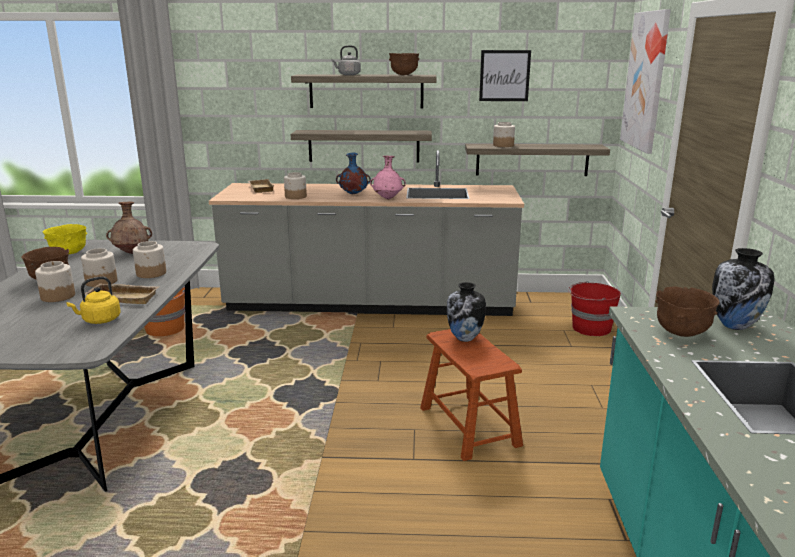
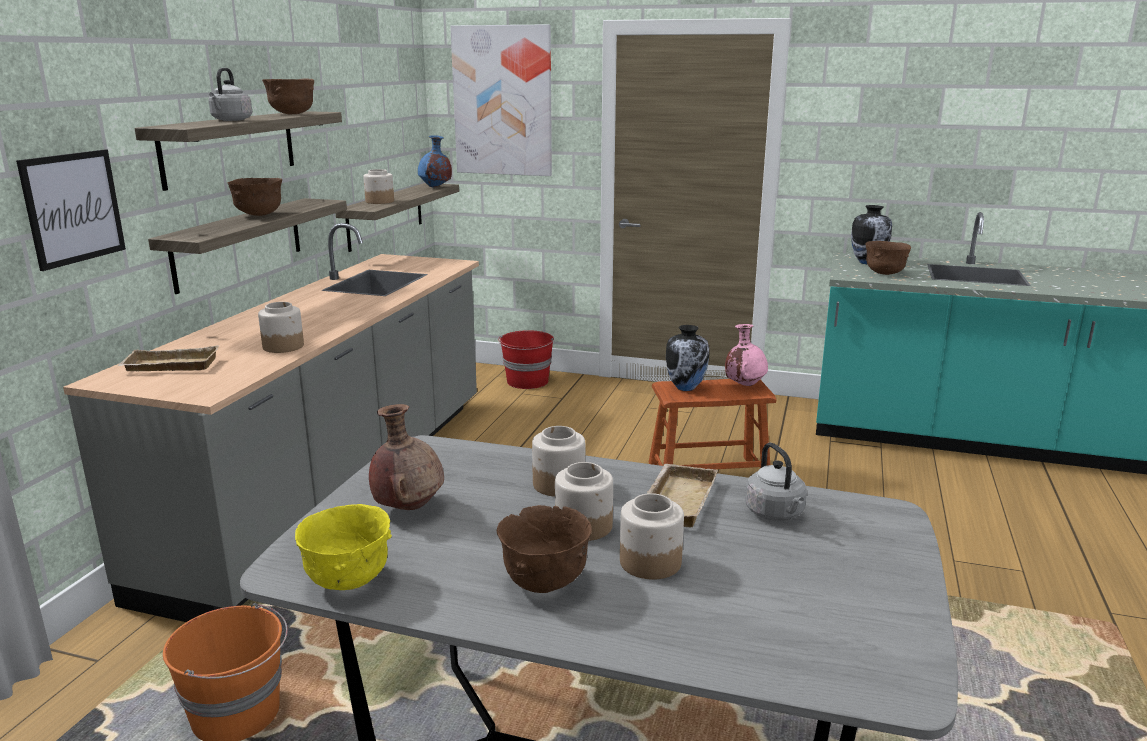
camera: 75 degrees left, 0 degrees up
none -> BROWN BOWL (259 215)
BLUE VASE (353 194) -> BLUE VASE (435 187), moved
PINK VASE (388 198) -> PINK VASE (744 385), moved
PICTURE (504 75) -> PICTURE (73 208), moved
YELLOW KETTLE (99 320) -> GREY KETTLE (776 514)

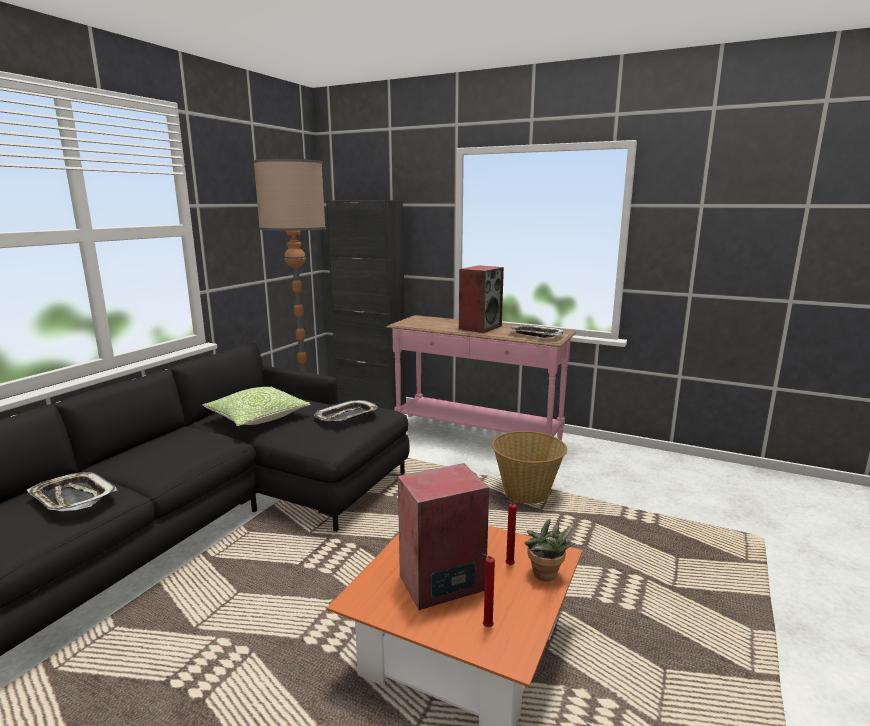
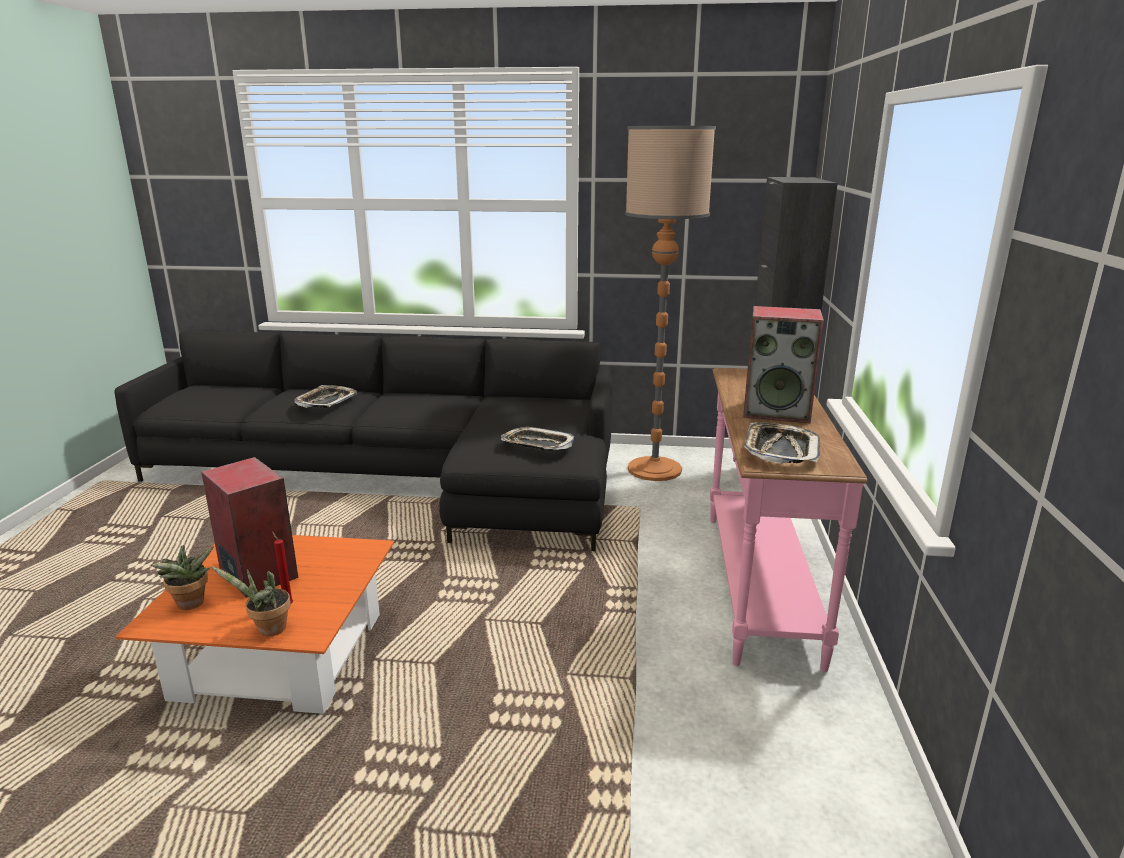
camera: 70 degrees right, 5 degrees up
PILLOW (257 417) -> none
BASKET (526 493) -> none
RED CANDLE (486 627) -> POTTED PLANT (190 605)

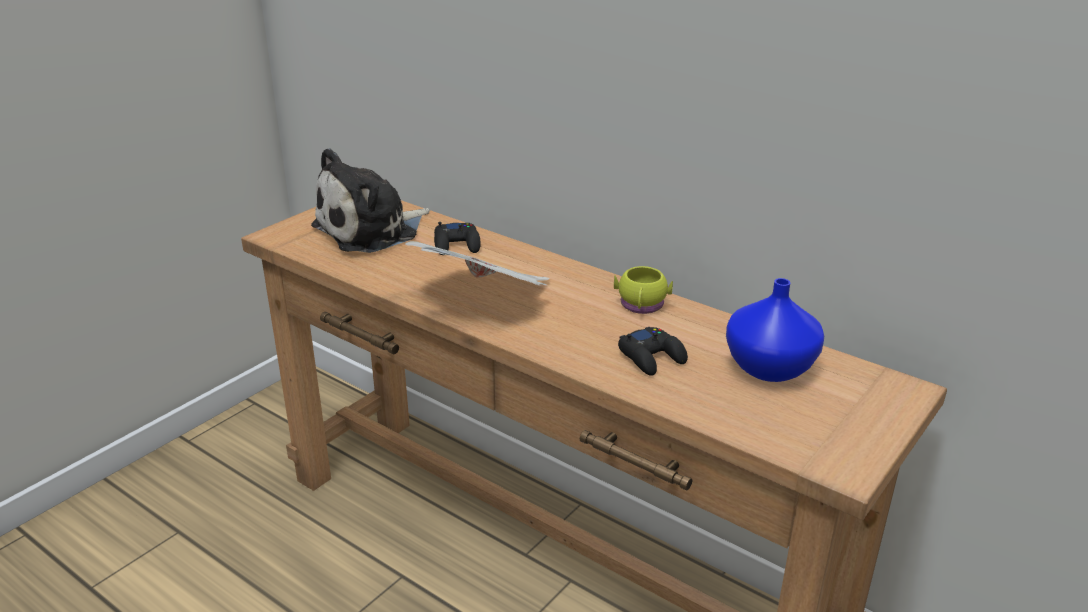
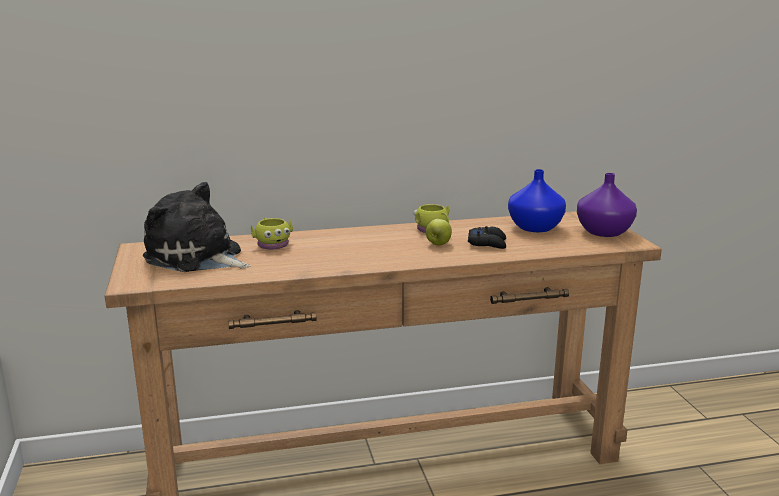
camera: 50 degrees left, 10 degrees down
NEWSPAPER (485 299) -> none
none -> APPLE (438 244)
none -> PURPLE VASE (605 232)
BLACK GAME CONTROLLER (457 245) -> YELLOW MUG (272 244)
PLUSH TOY (371 231) -> PLUSH TOY (197 257), 120 degrees clockwise

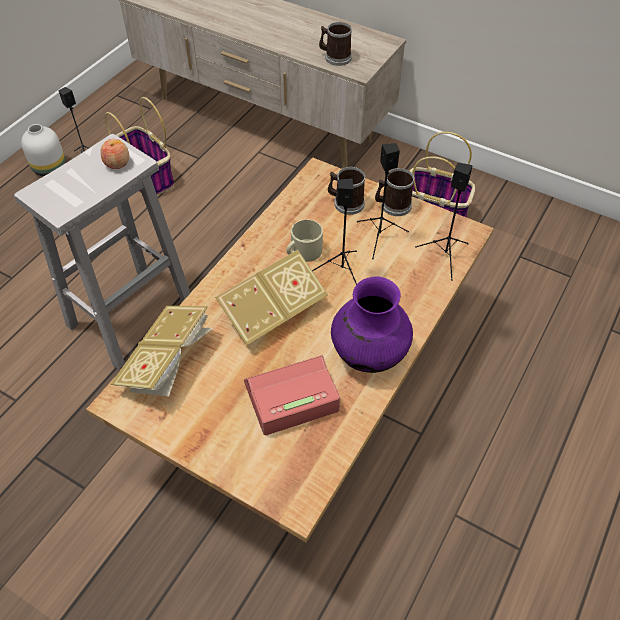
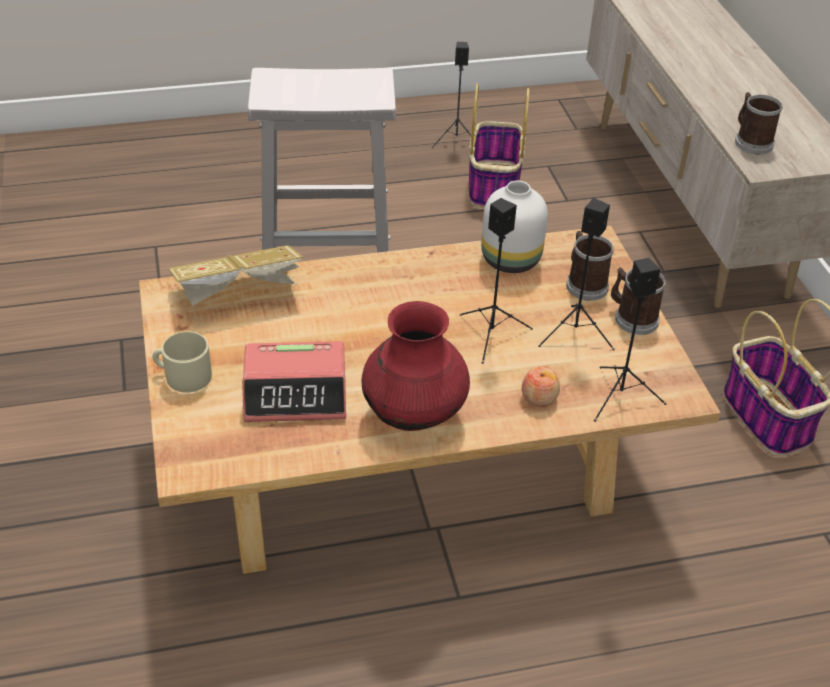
camera: 45 degrees right, 10 degrees down
BOOK (272 312) -> none
WHITE VASE (49 168) -> WHITE VASE (511 259), moved
APPLE (117 163) -> APPLE (539 398), moved
BEIGE MUG (303 252) -> BEIGE MUG (183 376), moved
PURPLE VASE (368 353) -> RED VASE (414 415)
ALARM CLOCK (290 397) -> ALARM CLOCK (296 393), 150 degrees clockwise

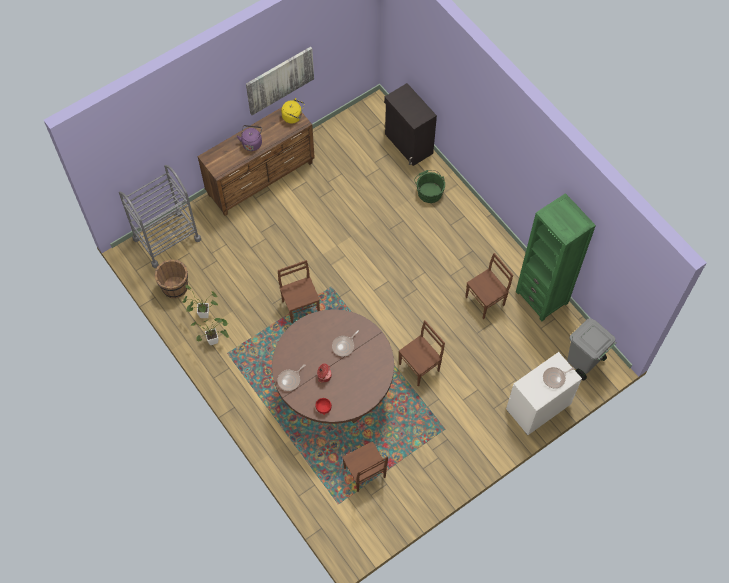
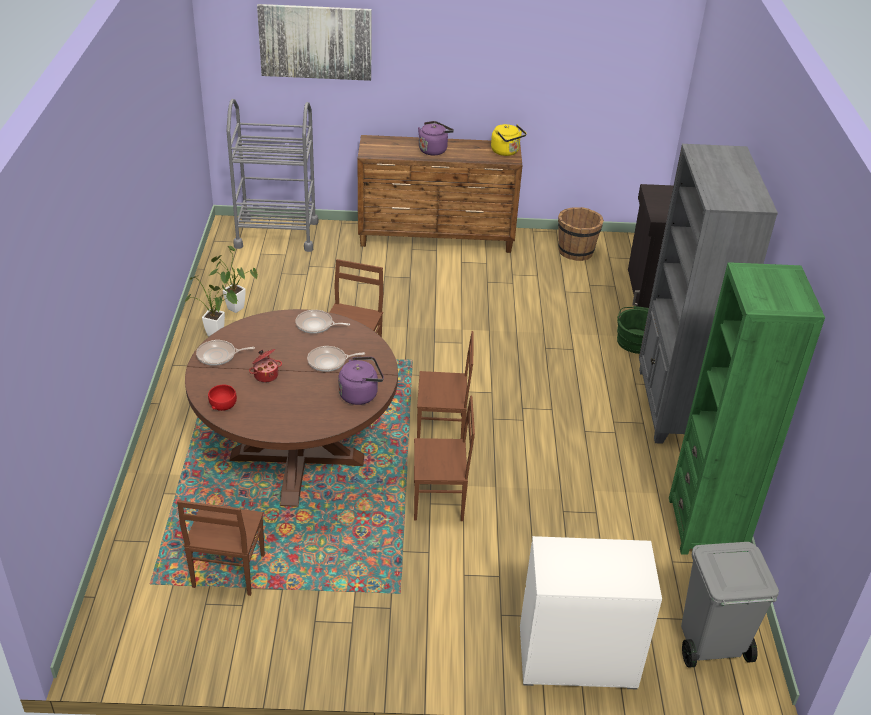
camera: 35 degrees right, 25 degrees down
none -> PURPLE KETTLE (360 394)
none -> GREY BOOKCASE (673 406)
BROWN BUCKET (175 287) -> BROWN BUCKET (576 251), moved
PICTURE (280 80) -> PICTURE (315 42), moved
BROWN CHAIR (485 301) -> BROWN CHAIR (441 431), moved
FRYING PAN (555 378) -> FRYING PAN (316 325), moved

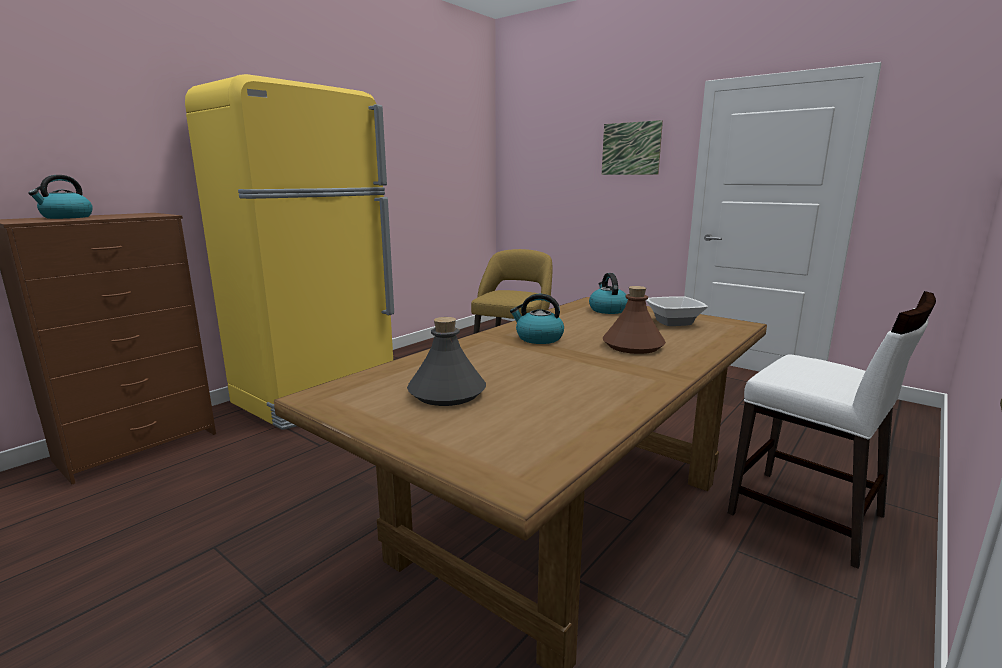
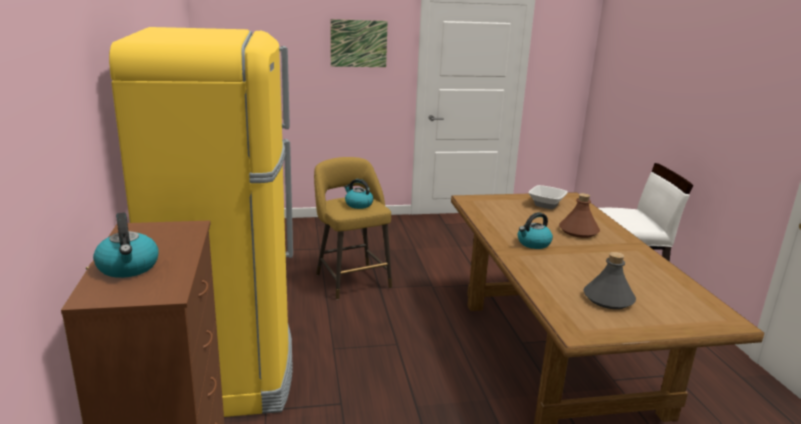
camera: 50 degrees left, 5 degrees up
KETTLE (607 310) -> KETTLE (358 204), moved

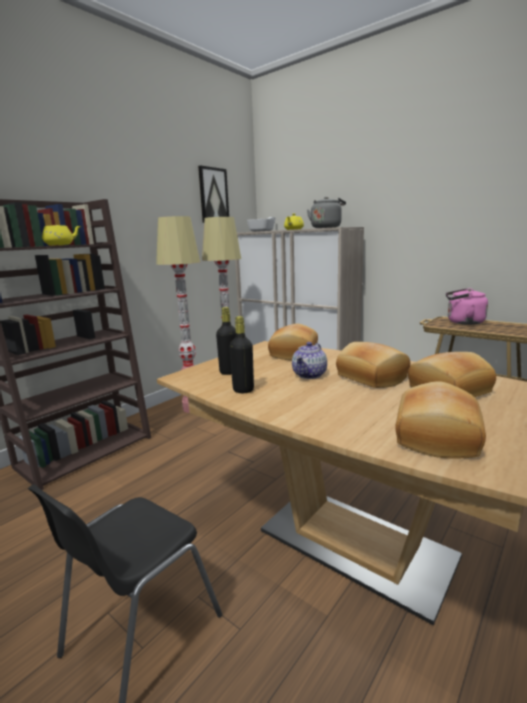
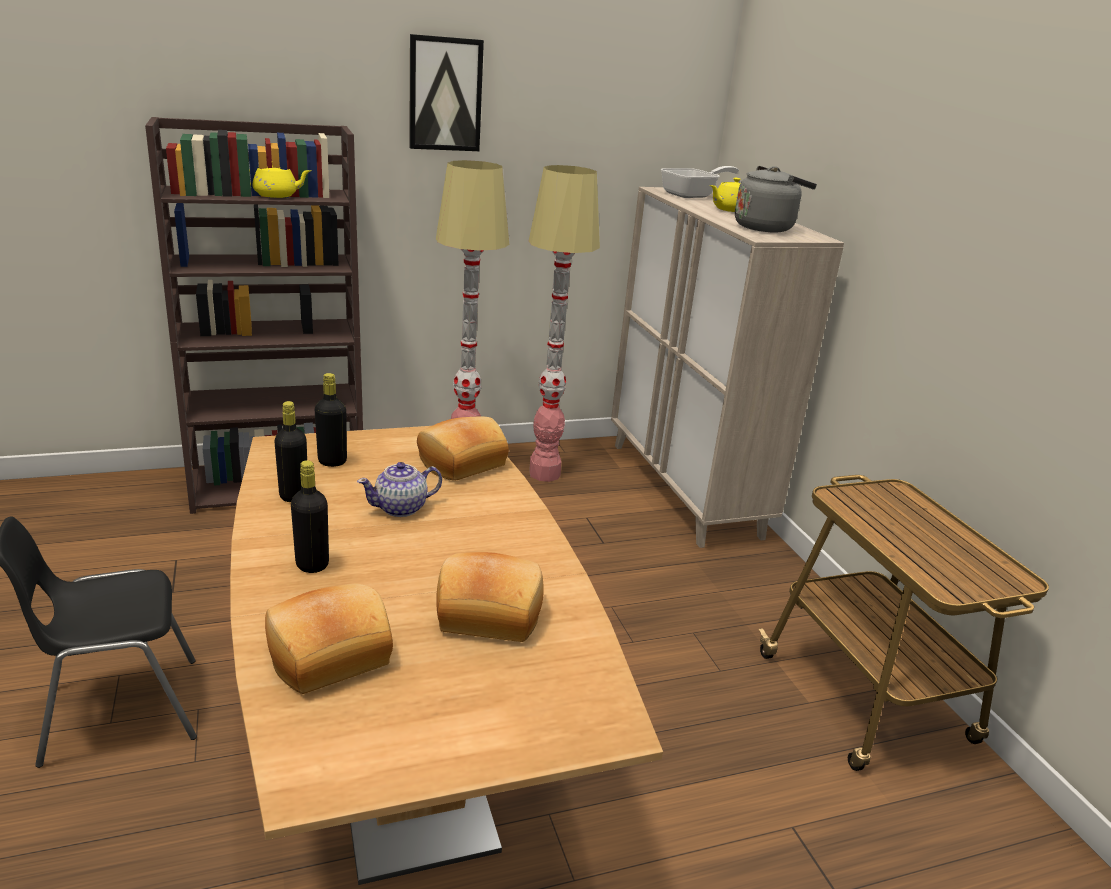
camera: 30 degrees right, 10 degrees up
BREAD (370 378) -> none
PINK KETTLE (463 322) -> none
none -> BLACK BOTTLE (312 564)
PICTURE (213 195) -> PICTURE (445 94), moved

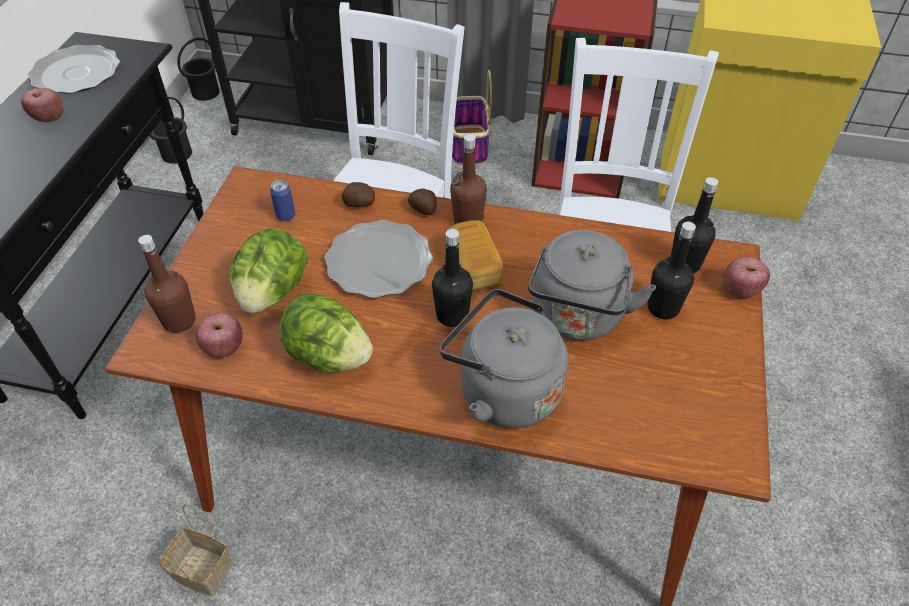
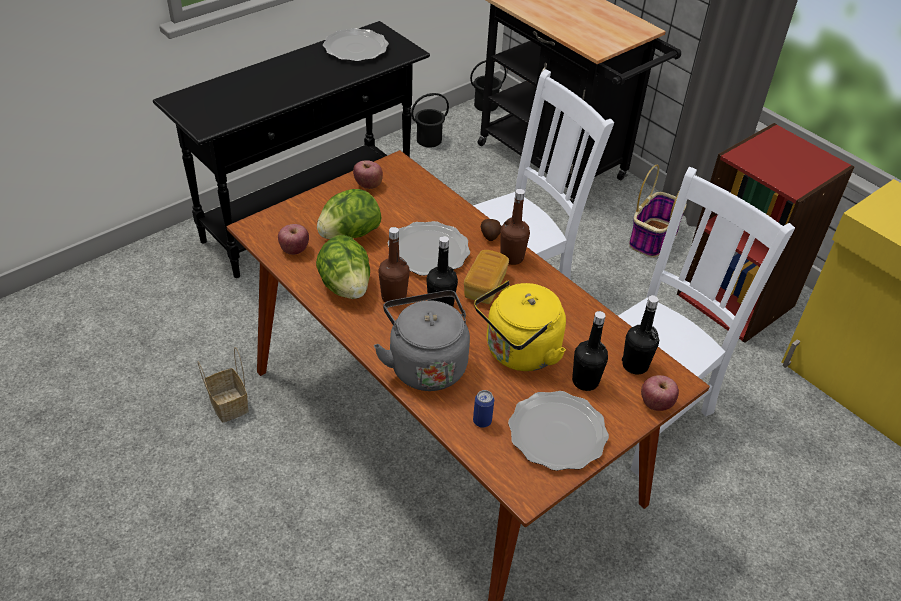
camera: 35 degrees right, 5 degrees down
POTATO (359 204) -> none
none -> PLATE (558 433)
APPLE (49 118) -> APPLE (368 185), moved
BROWN BOTTLE (179 321) -> BROWN BOTTLE (394 297), moved
CAN (286 216) -> CAN (482 421), moved
GREY KETTLE (577 318) -> YELLOW KETTLE (518 353)

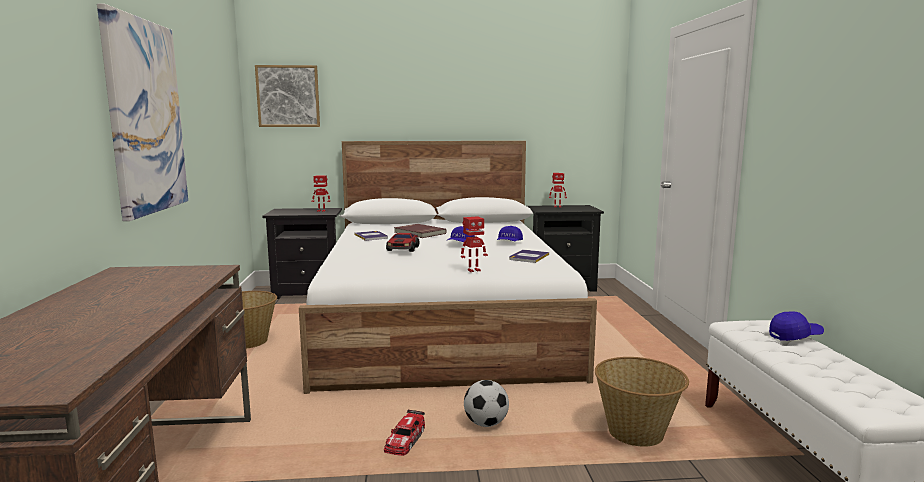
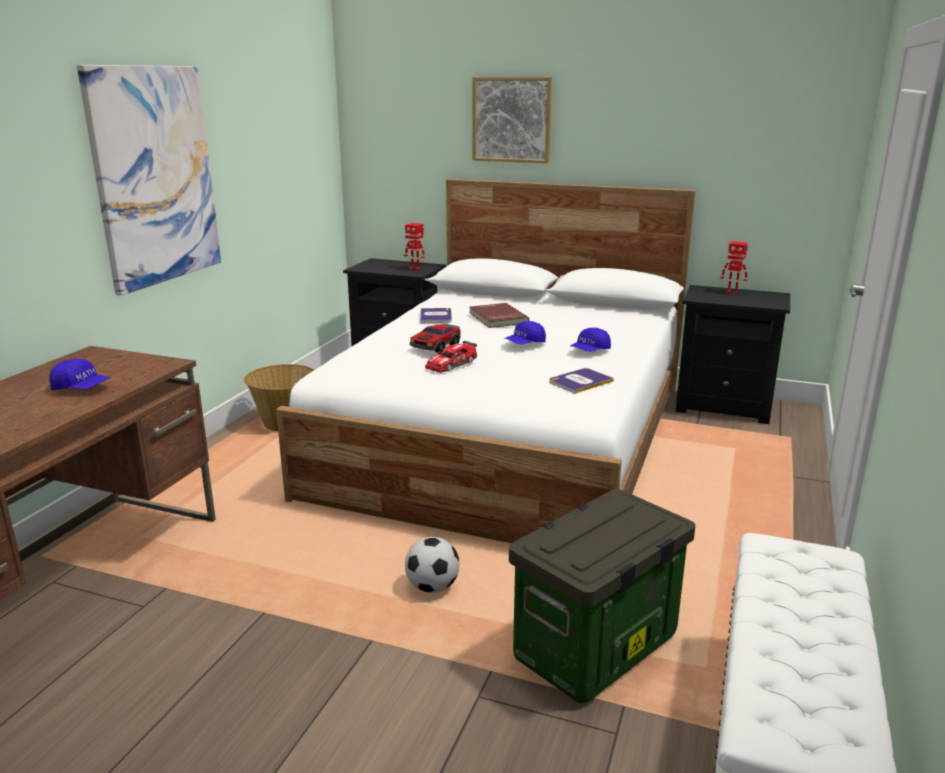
camera: 25 degrees right, 10 degrees up
TOY ROBOT (473 270) -> none
PICTURE (288 96) -> PICTURE (511 120), moved
TOY CAR (405 439) -> TOY CAR (451 364), moved
BLUE CAP (795 336) -> BLUE CAP (82 388), moved
BASKET (637 433) -> STORAGE BOX (596 650)

